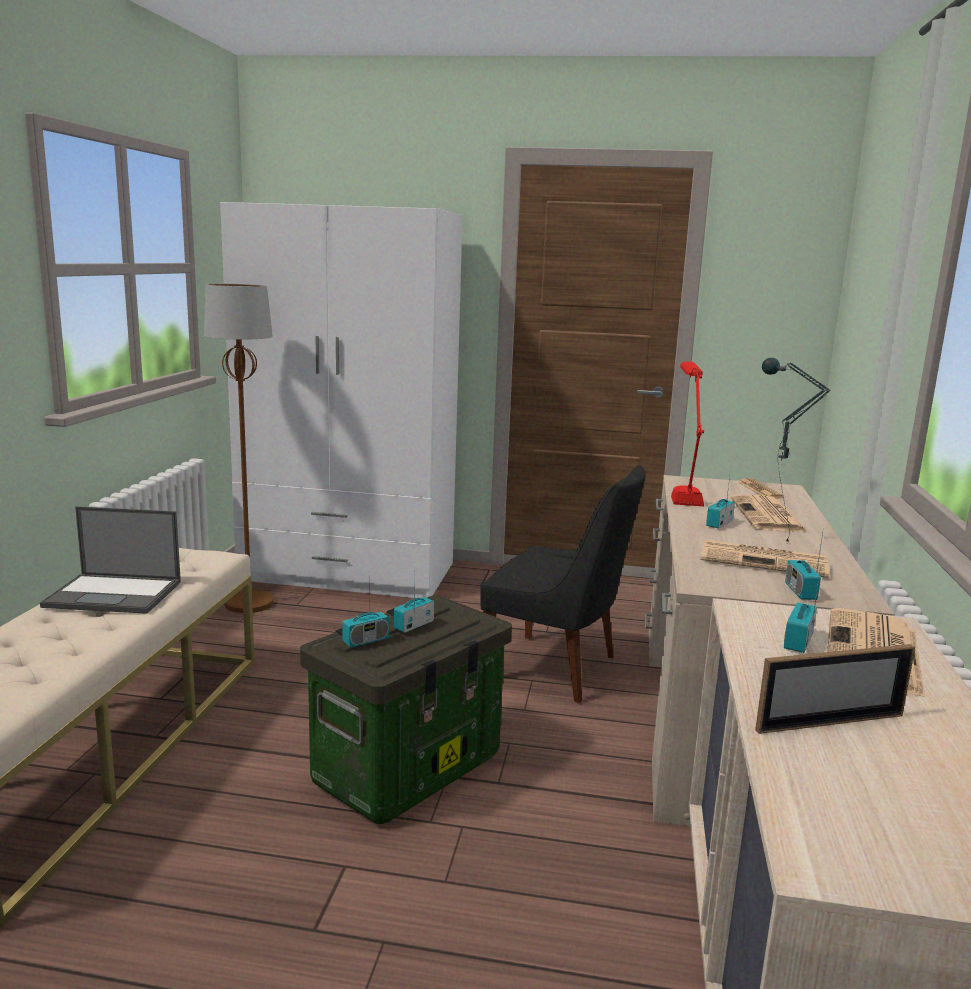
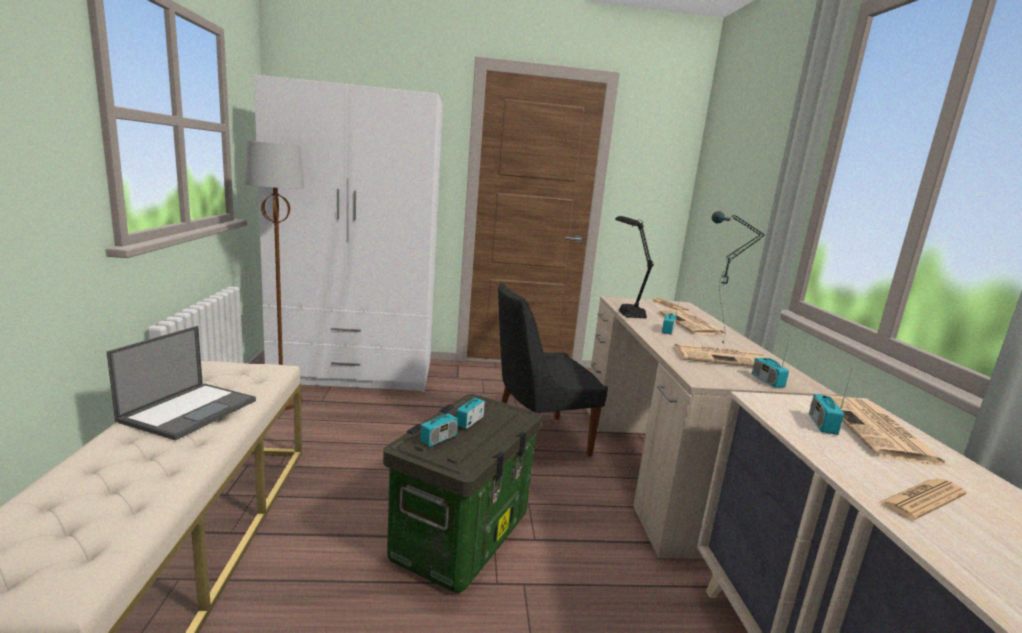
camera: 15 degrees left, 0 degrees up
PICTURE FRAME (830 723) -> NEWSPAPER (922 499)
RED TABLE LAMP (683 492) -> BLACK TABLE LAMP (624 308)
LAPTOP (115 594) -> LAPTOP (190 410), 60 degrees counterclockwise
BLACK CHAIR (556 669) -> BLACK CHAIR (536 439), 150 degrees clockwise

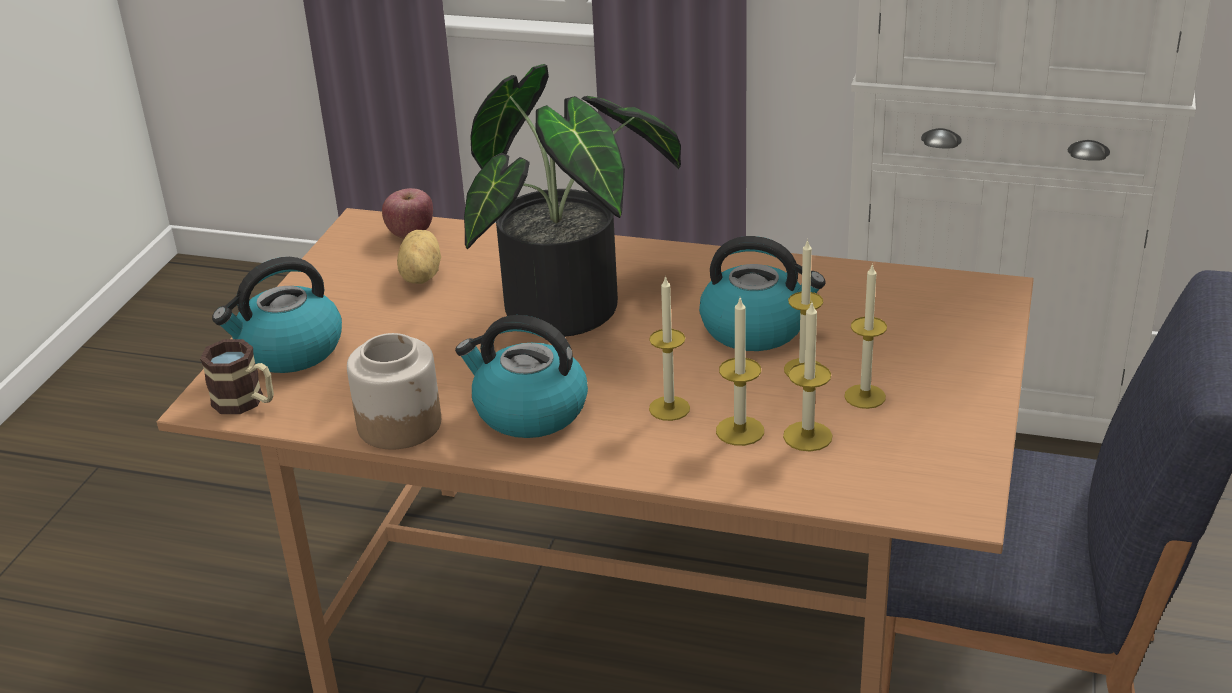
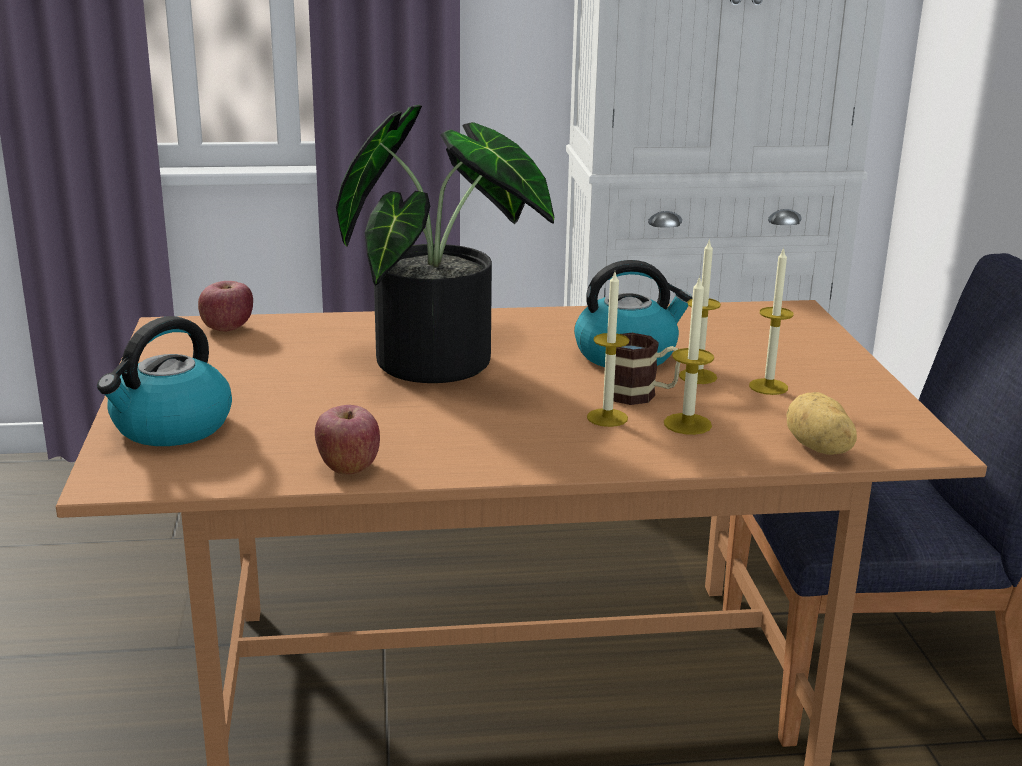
camera: 25 degrees left, 10 degrees down
KETTLE (528 411) -> none
CANDLE (807 436) -> none
MUG (246 402) -> MUG (641 395), moved
POTATO (419 276) -> POTATO (818 448), moved
JAR (400 424) -> APPLE (348 466)

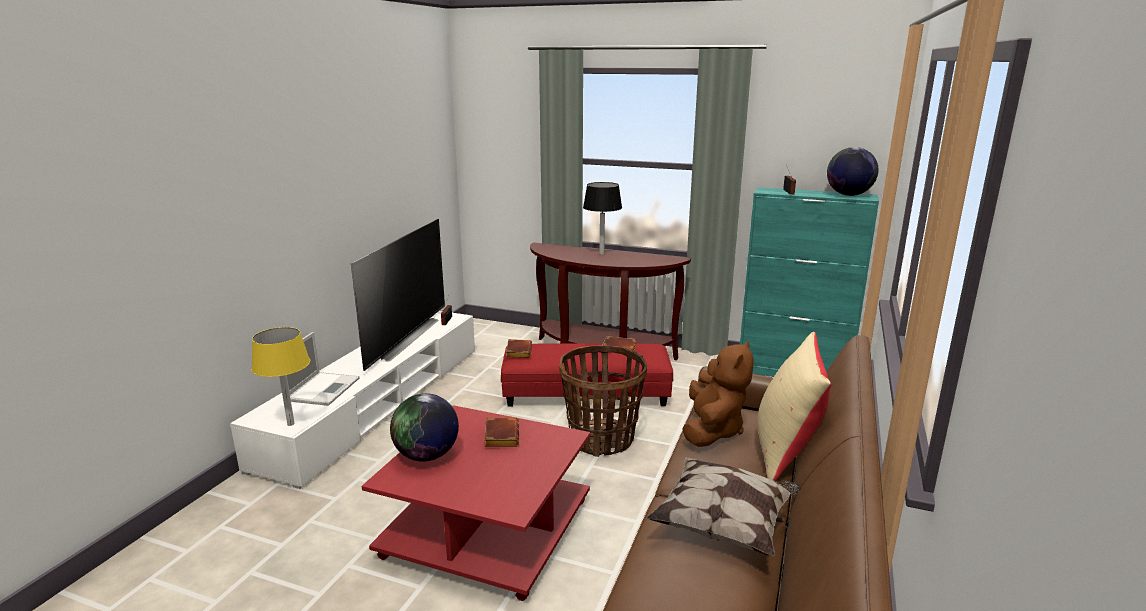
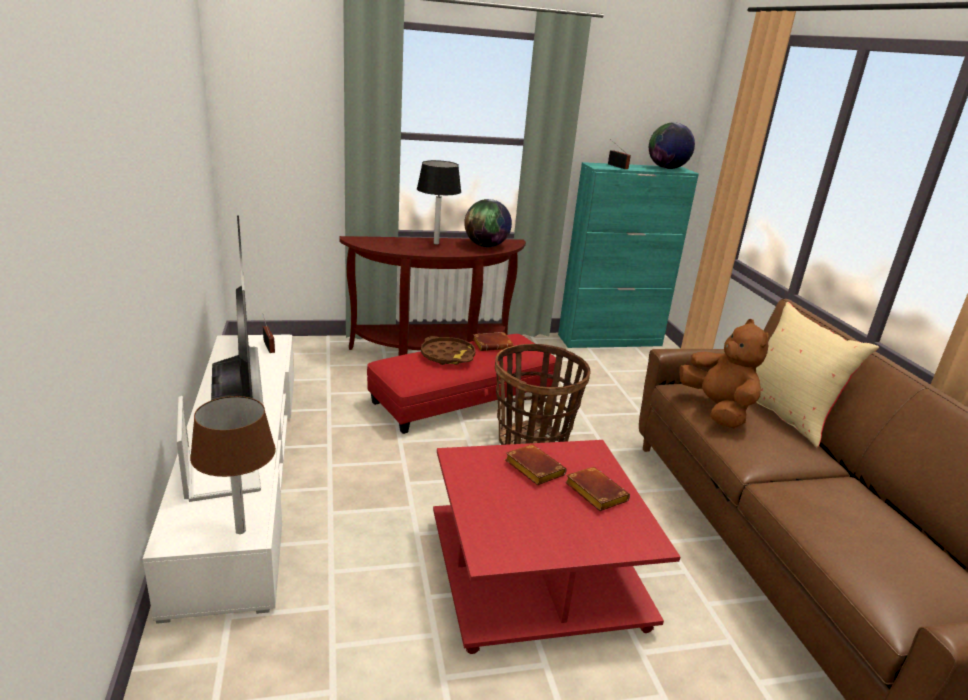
camera: 35 degrees left, 5 degrees up
PILLOW (725 525) -> none
none -> BROWN TRAY (447 356)
GLOBE (427 456) -> GLOBE (486 246), moved
BROWN BOOK (518 351) -> BROWN BOOK (593 492), moved
YELLOW TABLE LAMP (291 424) -> BROWN TABLE LAMP (240 530)

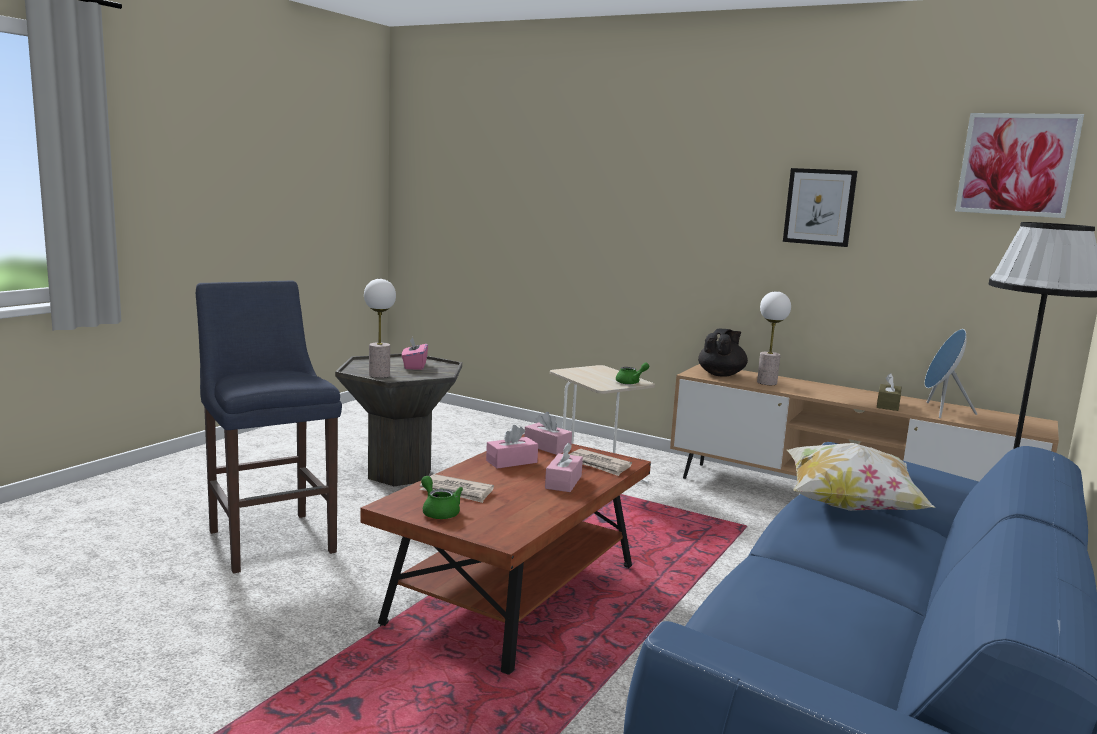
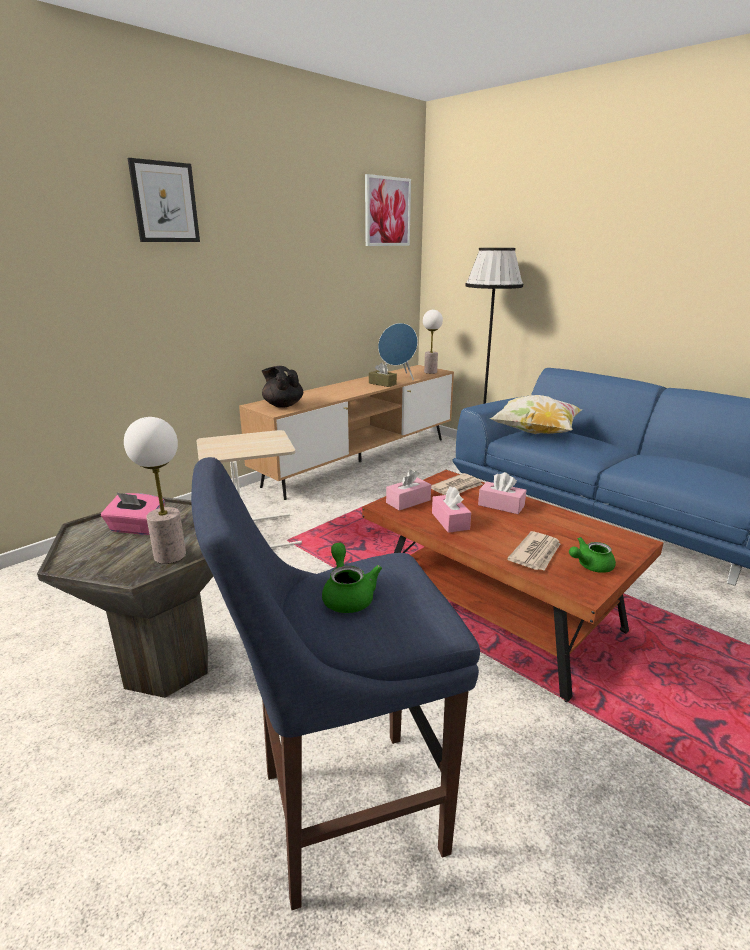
camera: 75 degrees left, 10 degrees up
GREEN TEAPOT (631 382) -> GREEN TEAPOT (347 595), moved
TABLE LAMP (767 383) -> TABLE LAMP (430 372), moved
PICTURE (819 207) -> PICTURE (165 202), moved

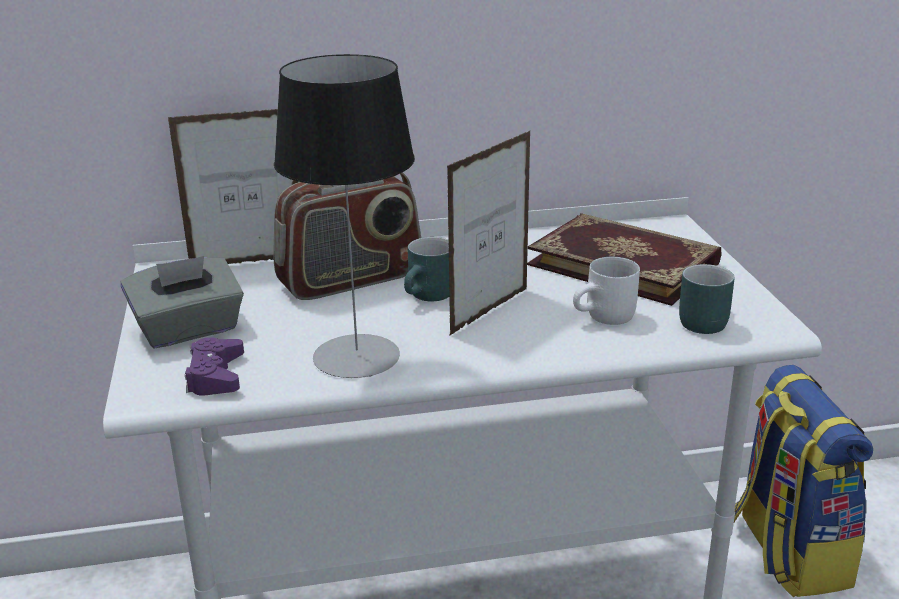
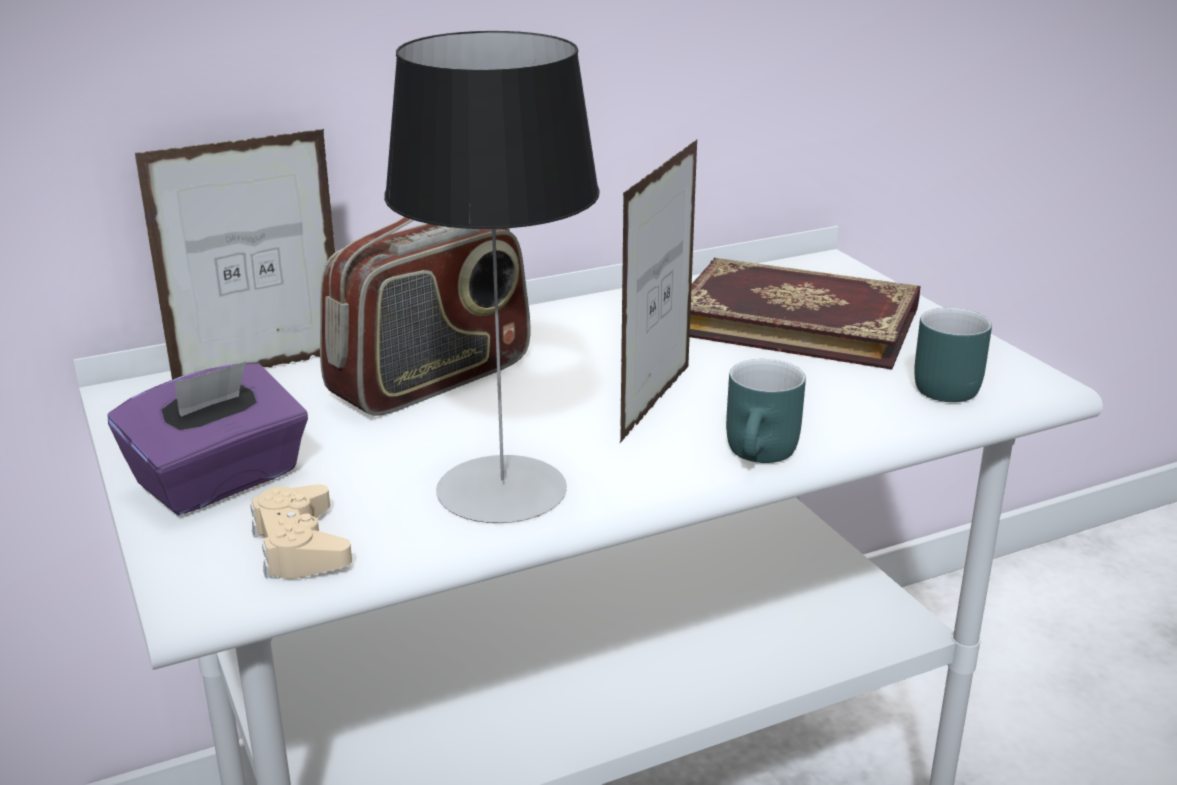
camera: 15 degrees left, 0 degrees up
WHITE MUG (606 318) -> none
BACKPACK (788 551) -> none
TURQUOISE MUG (430 296) -> TURQUOISE MUG (764 455), moved
GREY TISSUE BOX (189 330) -> PURPLE TISSUE BOX (220 480)
PURPLE GAME CONTROLLER (215 376) -> BEIGE GAME CONTROLLER (300 545)

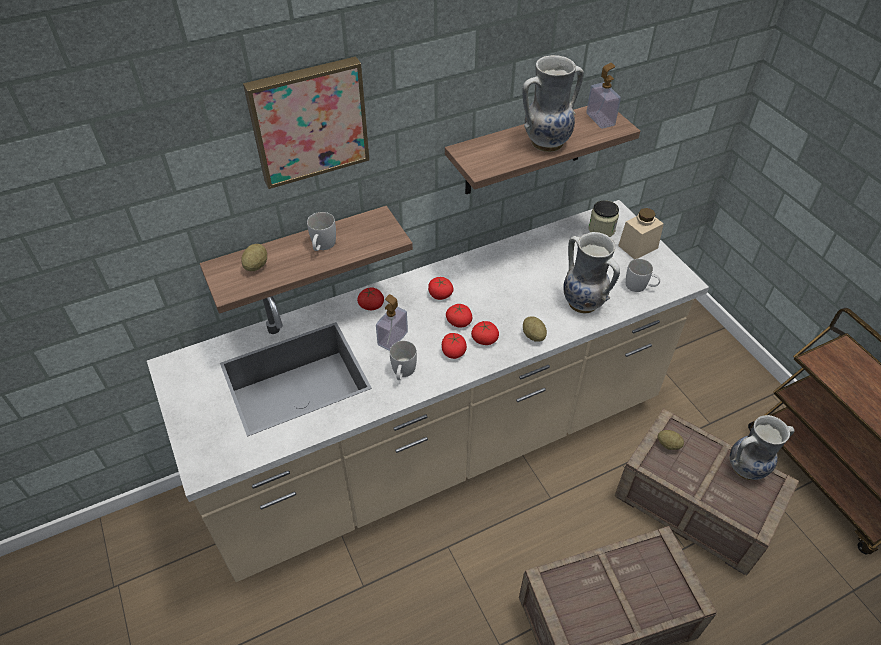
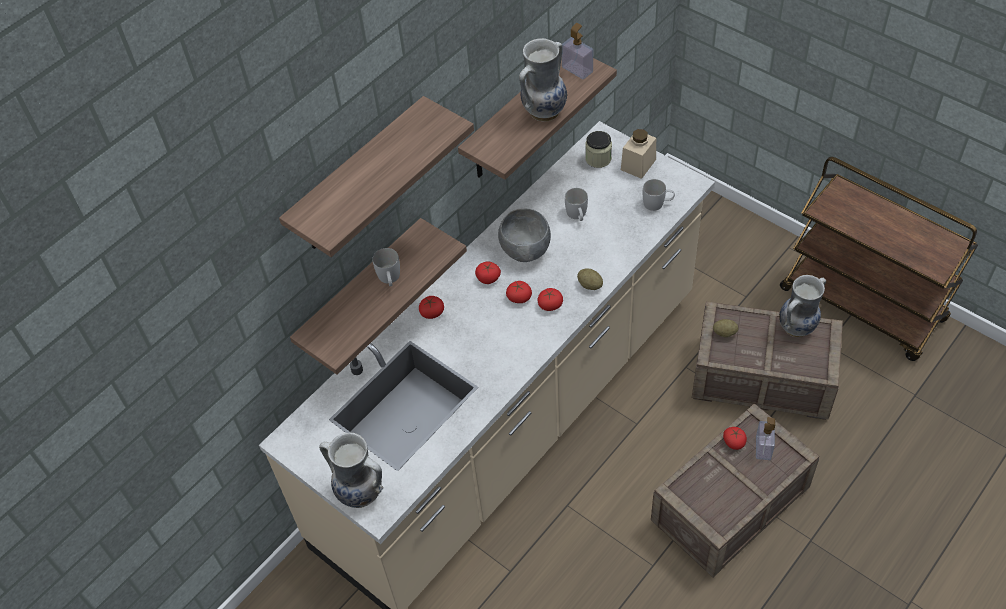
camera: 20 degrees left, 5 degrees up
POTATO (256 266) -> none
none -> GREY BOWL (525 251)
SOAP DISPENSER (392 338) -> SOAP DISPENSER (763 448), moved
WHITE MUG (402 372) -> WHITE MUG (577 215), moved
TOMATO (453 351) -> TOMATO (734 442), moved
VASE (583 302) -> VASE (360 492), moved
PICTURE (308 121) -> SHELF (359 178)

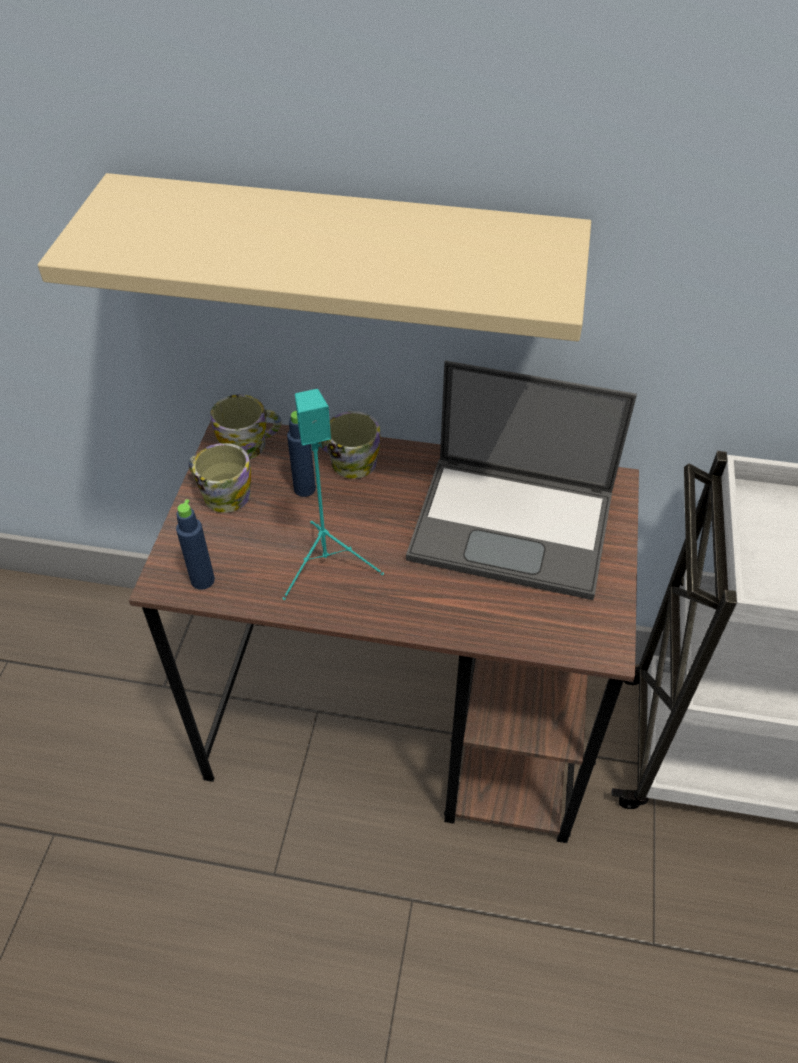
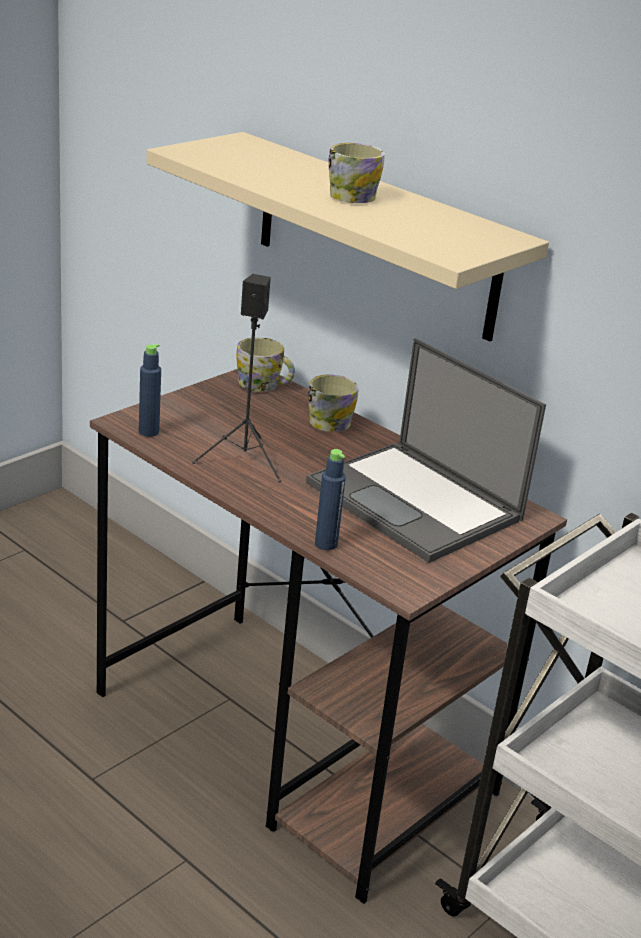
camera: 30 degrees right, 20 degrees down
MUG (221 493) -> MUG (348 195), moved
BLUE BOTTLE (304 489) -> BLUE BOTTLE (326 544), moved
TURQUOISE SPEAKER (327 564) -> BLACK SPEAKER (245 460)

